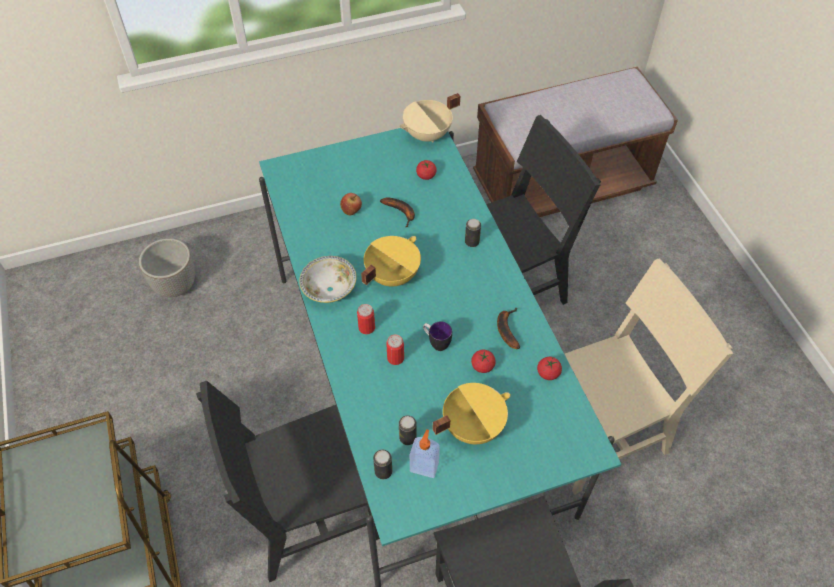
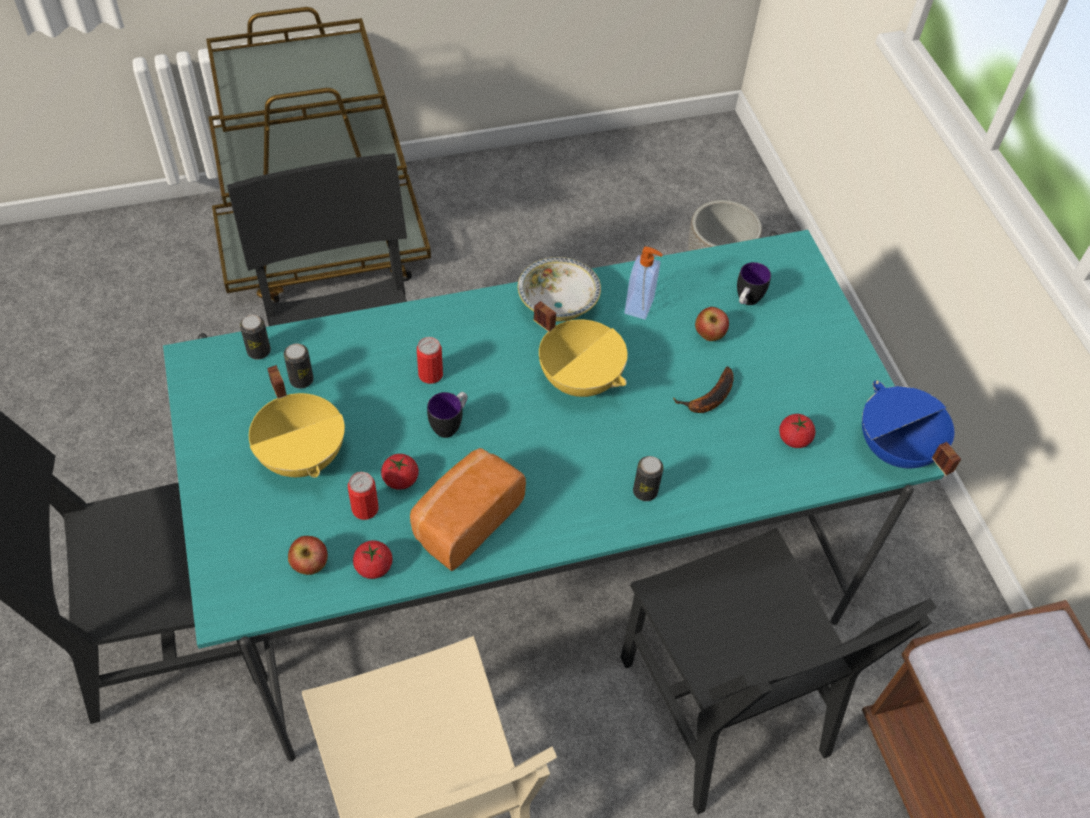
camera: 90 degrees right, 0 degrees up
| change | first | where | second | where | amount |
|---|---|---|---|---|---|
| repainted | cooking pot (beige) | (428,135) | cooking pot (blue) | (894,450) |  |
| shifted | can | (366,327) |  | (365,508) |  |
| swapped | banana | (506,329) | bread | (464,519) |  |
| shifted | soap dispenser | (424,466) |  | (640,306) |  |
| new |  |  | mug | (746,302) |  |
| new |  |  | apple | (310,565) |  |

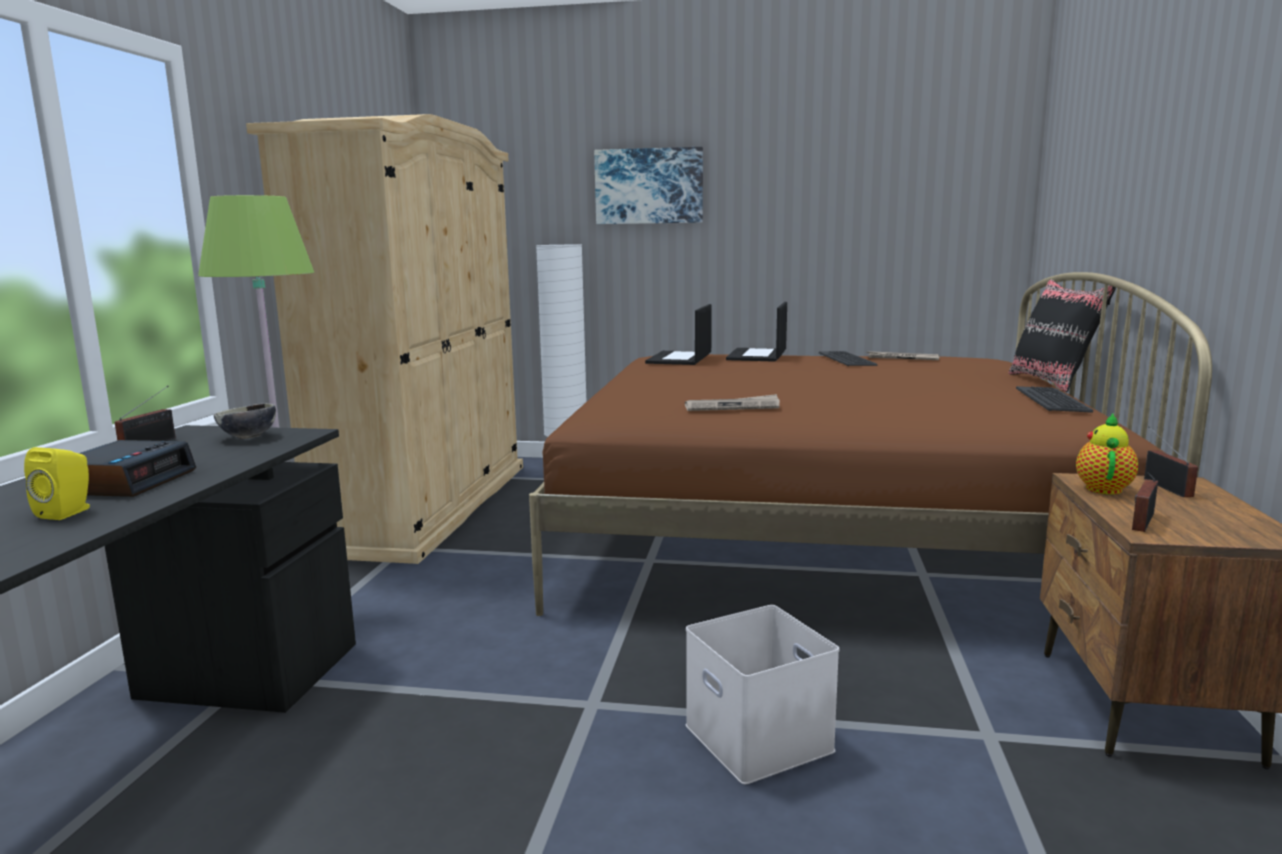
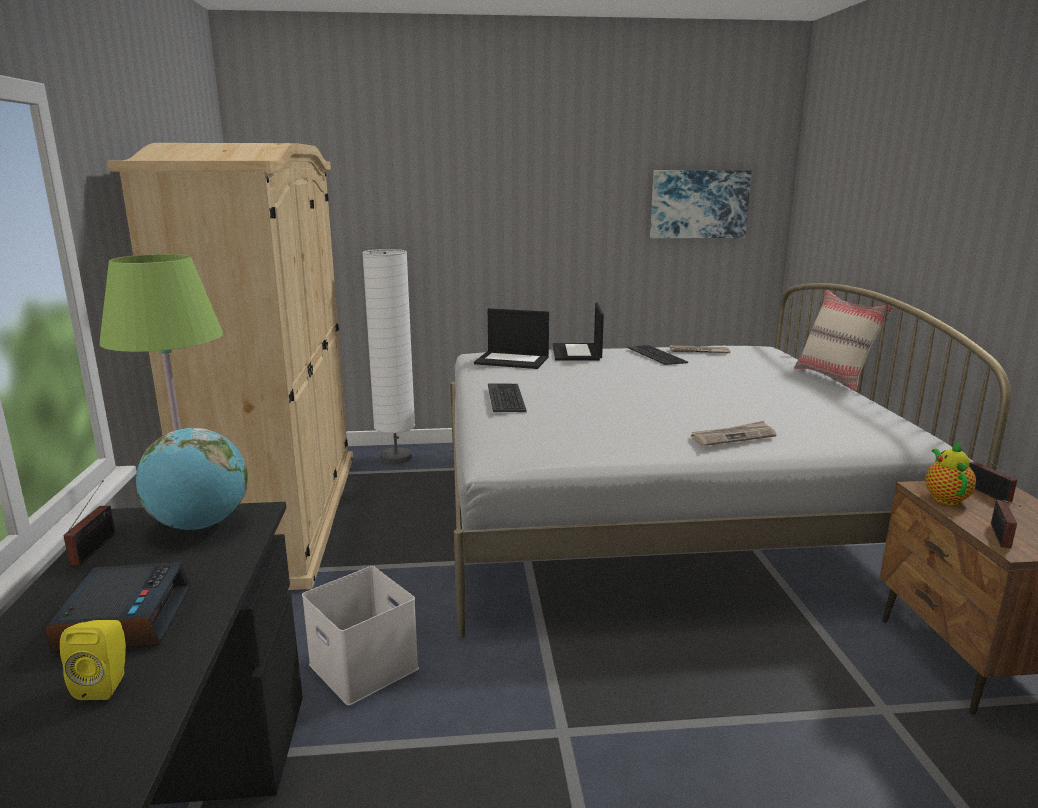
camera: 15 degrees left, 5 degrees up
| change | first | where | second | where | amount |
|---|---|---|---|---|---|
| shifted | picture | (649,186) |  | (698,204) |  |
| repainted | bed (brown) | (822,533) | bed (white) | (655,512) |  |
| repainted | pillow (black) | (1052,382) | pillow (beige) | (834,377) |  |
| rotated | laptop | (680,359) |  | (513,360) | 75 degrees counterclockwise |
| shifted | keyboard | (1053,400) |  | (507,398) |  |
| shifted | newspaper | (732,407) |  | (733,436) |  |
| swapped | bowl | (248,437) | globe | (200,525) |  |
| shifted | storage box (white) | (761,738) |  | (366,666) |  |

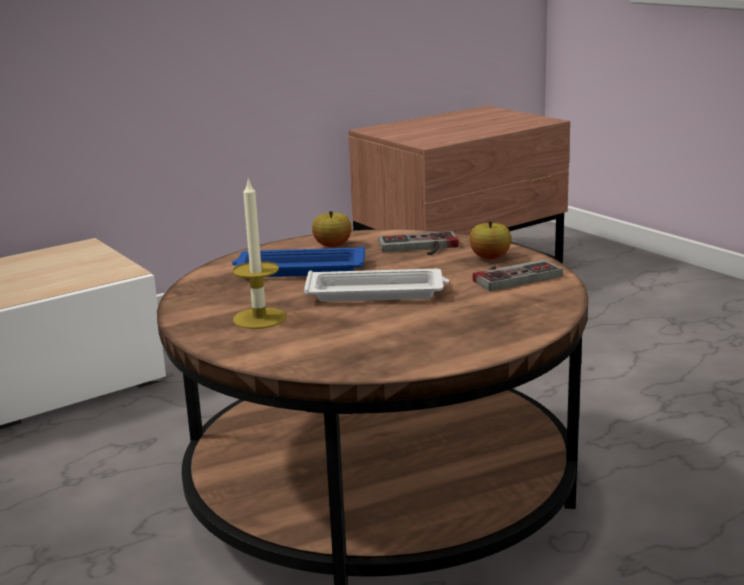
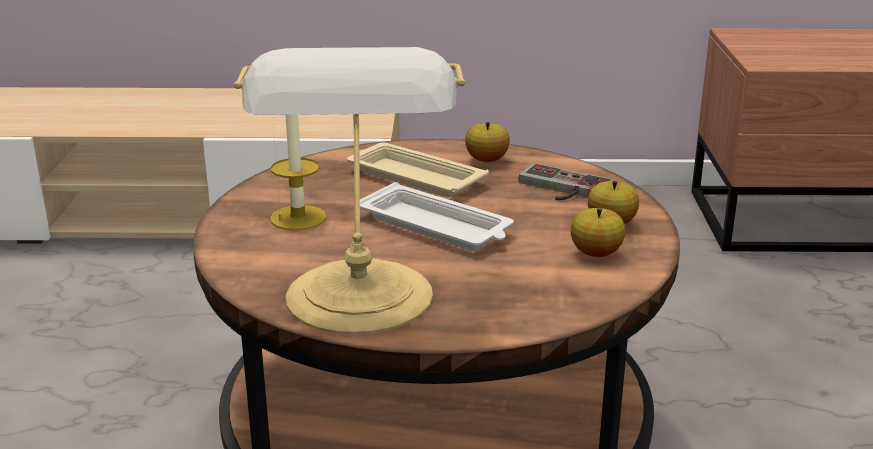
camera: 35 degrees right, 5 degrees up
| change | first | where | second | where | amount |
|---|---|---|---|---|---|
| repainted | tray (blue) | (298,270) | tray (beige) | (413,177) |  |
| swapped | game controller | (512,275) | apple | (596,253) |  |
| new |  |  | table lamp | (360,300) |  |

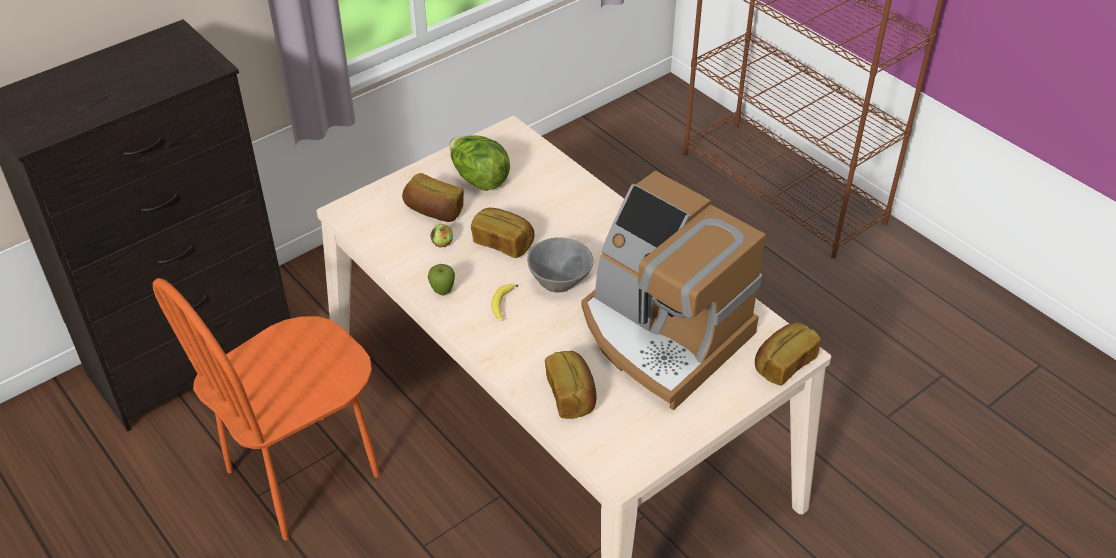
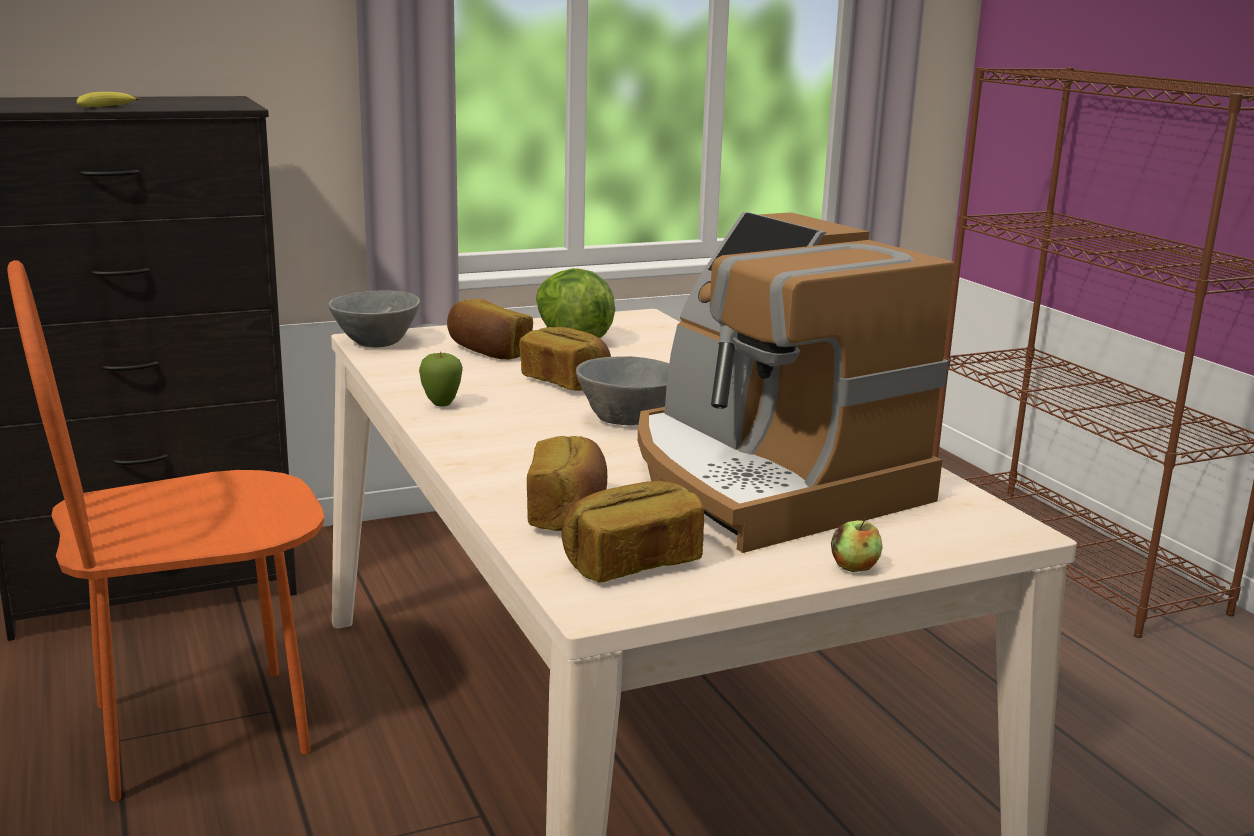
camera: 15 degrees right, 25 degrees down
| change | first | where | second | where | amount |
|---|---|---|---|---|---|
| shifted | apple | (442,243) |  | (854,567) |  |
| shifted | banana | (502,305) |  | (103,107) |  |
| shifted | bread | (783,364) |  | (631,562) |  |
| new |  |  | bowl (grey) | (374,342) |  |

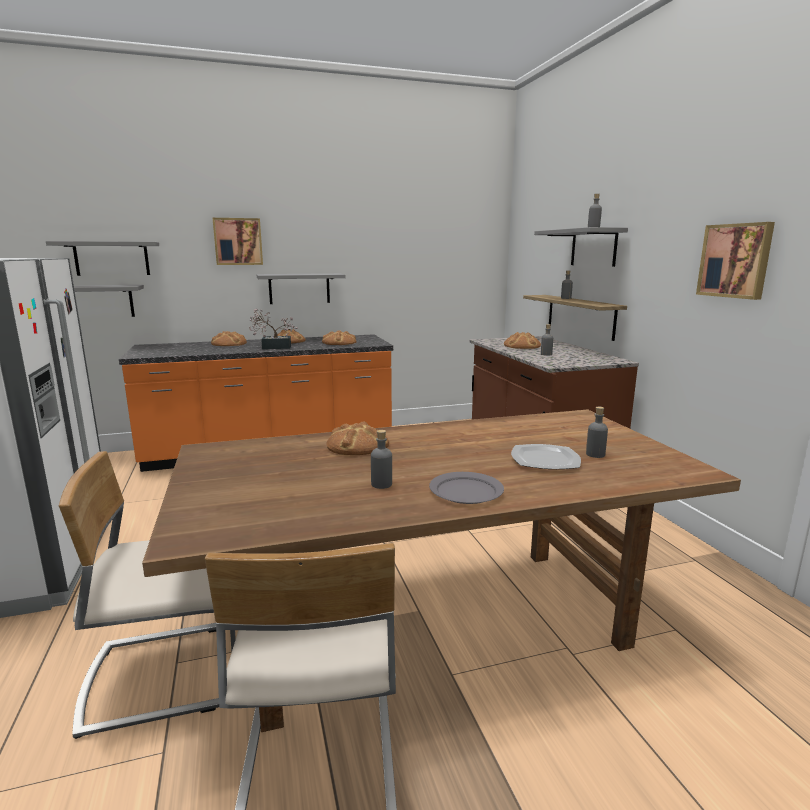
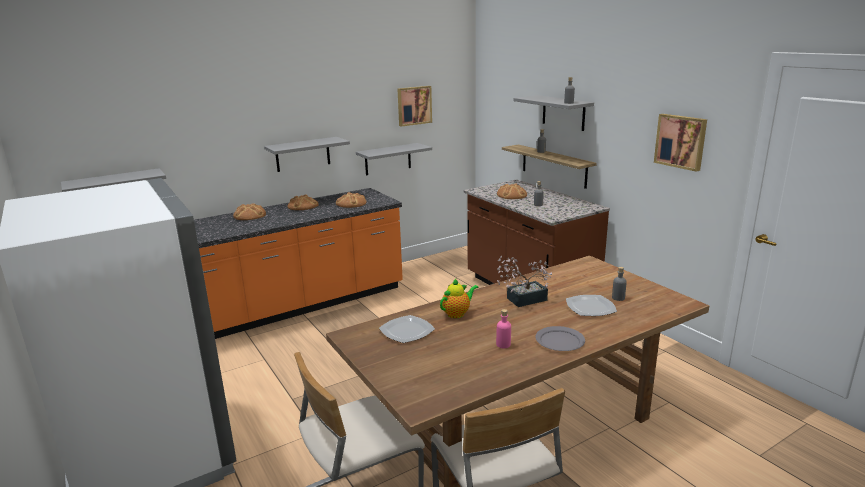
camera: 15 degrees left, 5 degrees up
| change | first | where | second | where | amount |
|---|---|---|---|---|---|
| shifted | picture | (238,241) |  | (414,105) |  |
| shifted | shelf (grey) | (112,258) |  | (388,159) |  |
| shifted | potted plant | (273,347) |  | (522,300) |  |
| swapped | bread | (357,445) | teapot | (457,313) |  |
| repainted | bottle (grey) | (381,484) | bottle (pink) | (503,344) |  |
| new |  |  | plate | (407,330) |  |

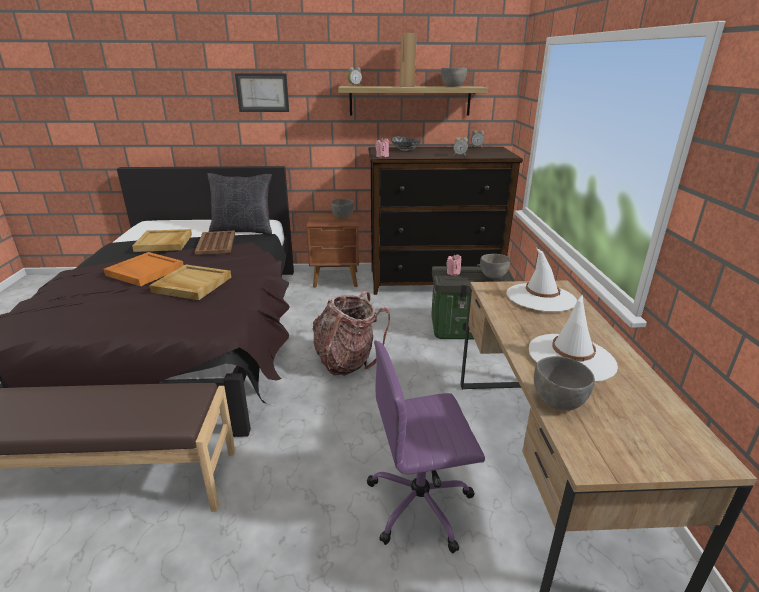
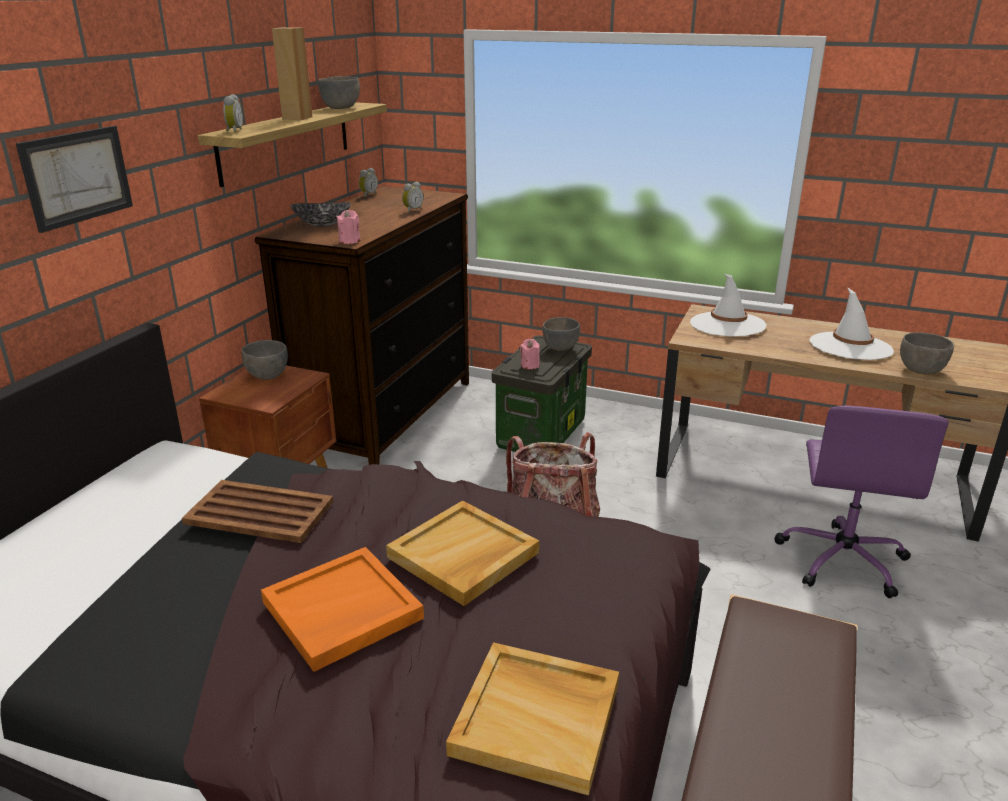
camera: 65 degrees left, 0 degrees up
| change | first | where | second | where | amount |
|---|---|---|---|---|---|
| gone | pillow (black) | (243,230) |  |  |  |
| shifted | tray (beige) | (164,243) |  | (538,718) |  |

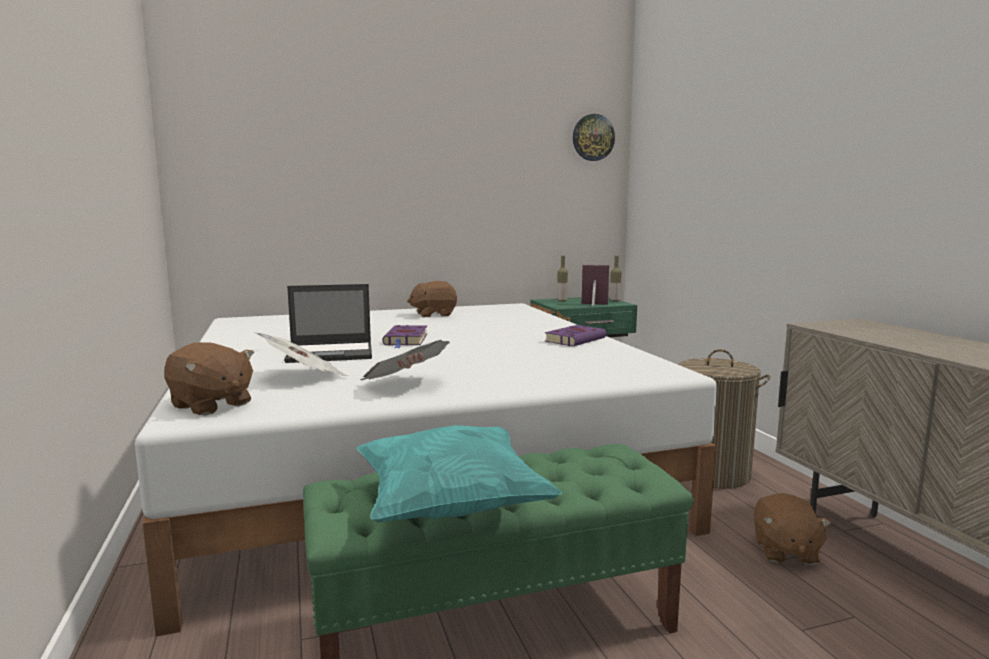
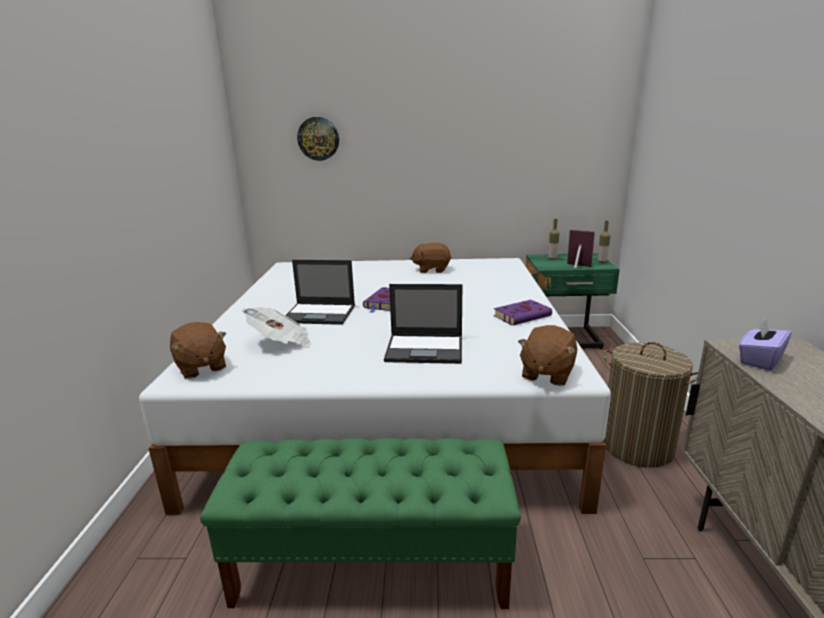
camera: 20 degrees right, 10 degrees up
| change | first | where | second | where | amount |
|---|---|---|---|---|---|
| shifted | wall clock | (593,137) |  | (318,139) |  |
| gone | newspaper | (405,384) |  |  |  |
| gone | pillow (turquoise) | (450,506) |  |  |  |
| shifted | plush toy (brown) | (785,551) |  | (546,374) |  |
| new |  |  | laptop | (425,349) |  |
| new |  |  | tissue box (purple) | (759,360) |  |

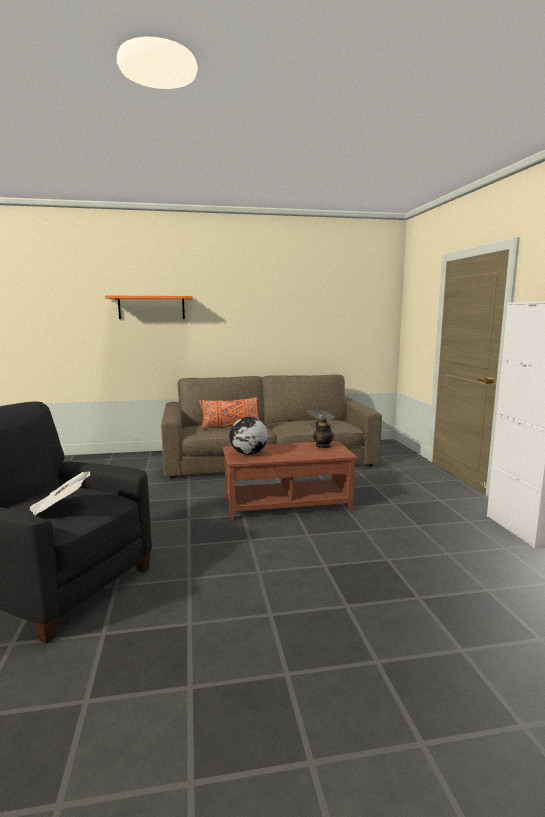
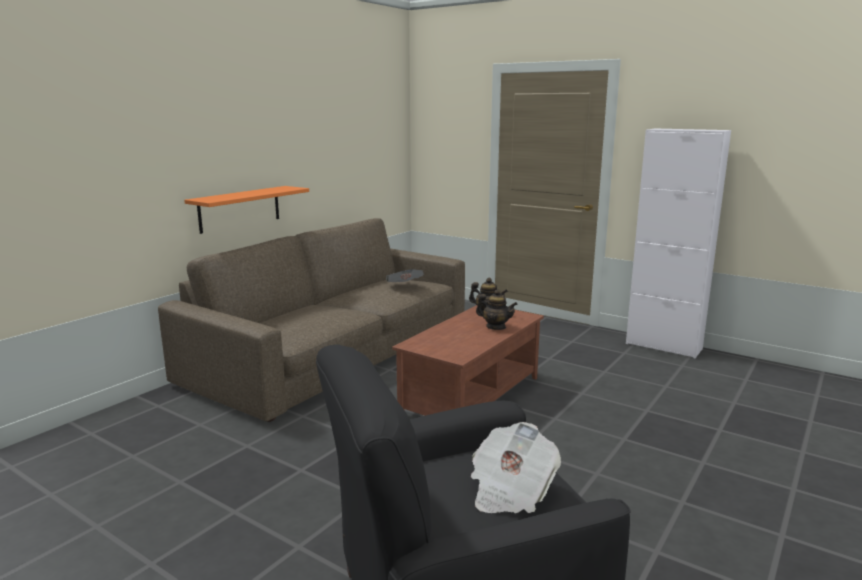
camera: 45 degrees left, 5 degrees up
| change | first | where | second | where | amount |
|---|---|---|---|---|---|
| shifted | shelf (orange) | (151,307) |  | (240,209) |  |
| gone | pillow (orange) | (230,426) |  |  |  |
| gone | globe | (248,454) |  |  |  |
| new |  |  | teapot | (496,327) |  |

